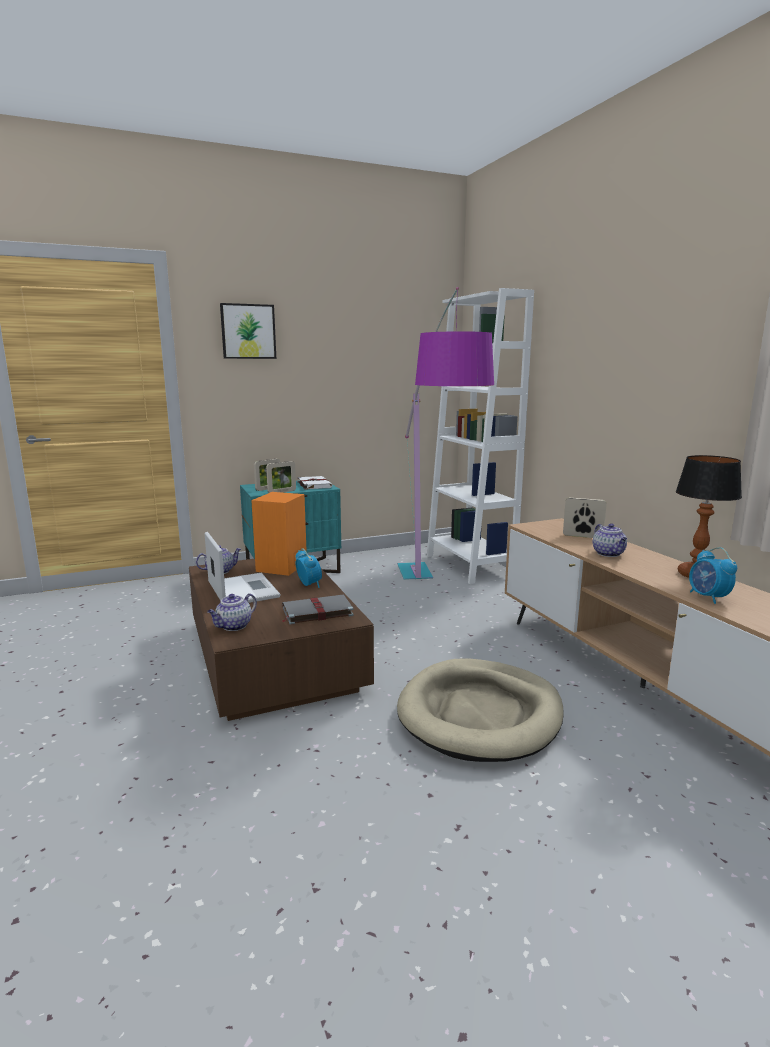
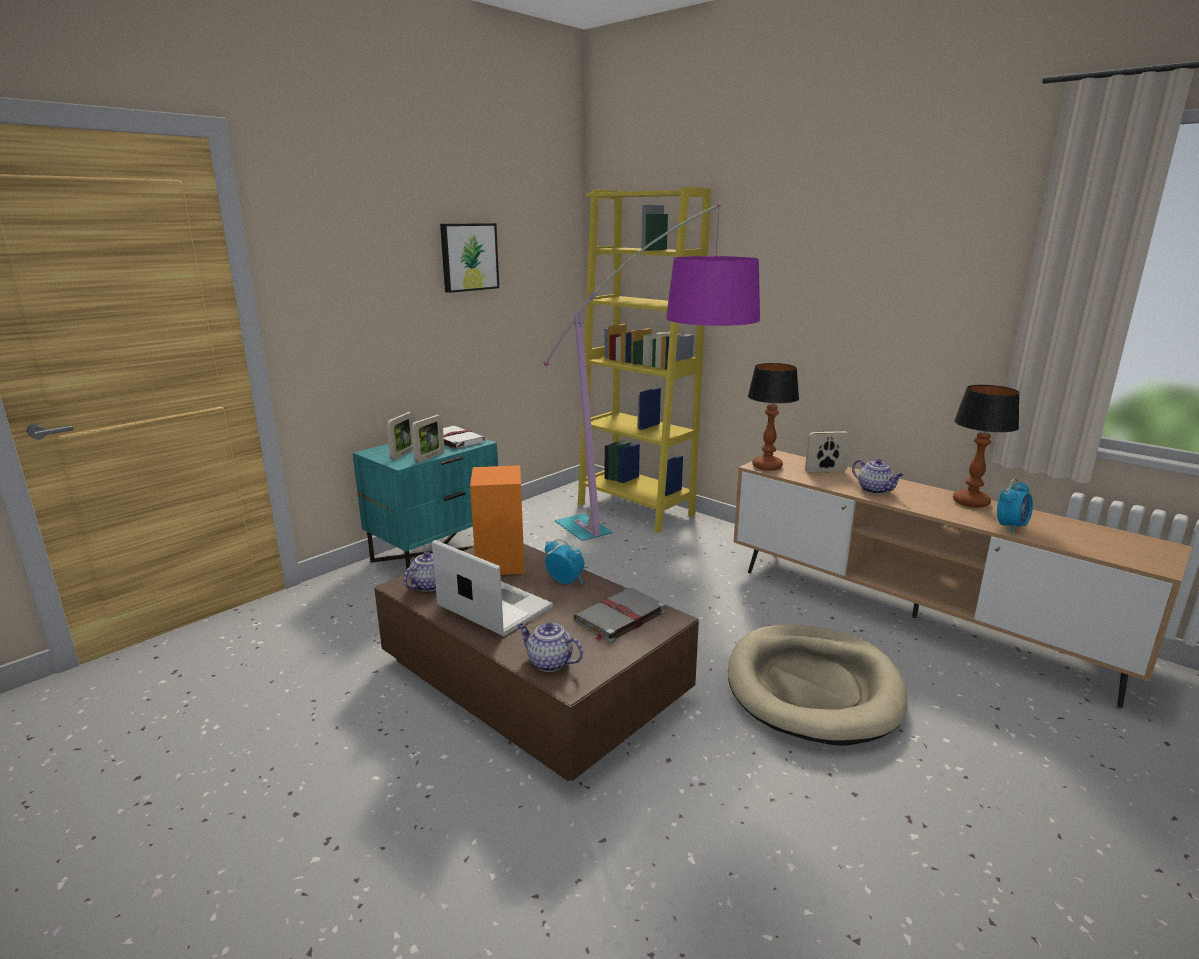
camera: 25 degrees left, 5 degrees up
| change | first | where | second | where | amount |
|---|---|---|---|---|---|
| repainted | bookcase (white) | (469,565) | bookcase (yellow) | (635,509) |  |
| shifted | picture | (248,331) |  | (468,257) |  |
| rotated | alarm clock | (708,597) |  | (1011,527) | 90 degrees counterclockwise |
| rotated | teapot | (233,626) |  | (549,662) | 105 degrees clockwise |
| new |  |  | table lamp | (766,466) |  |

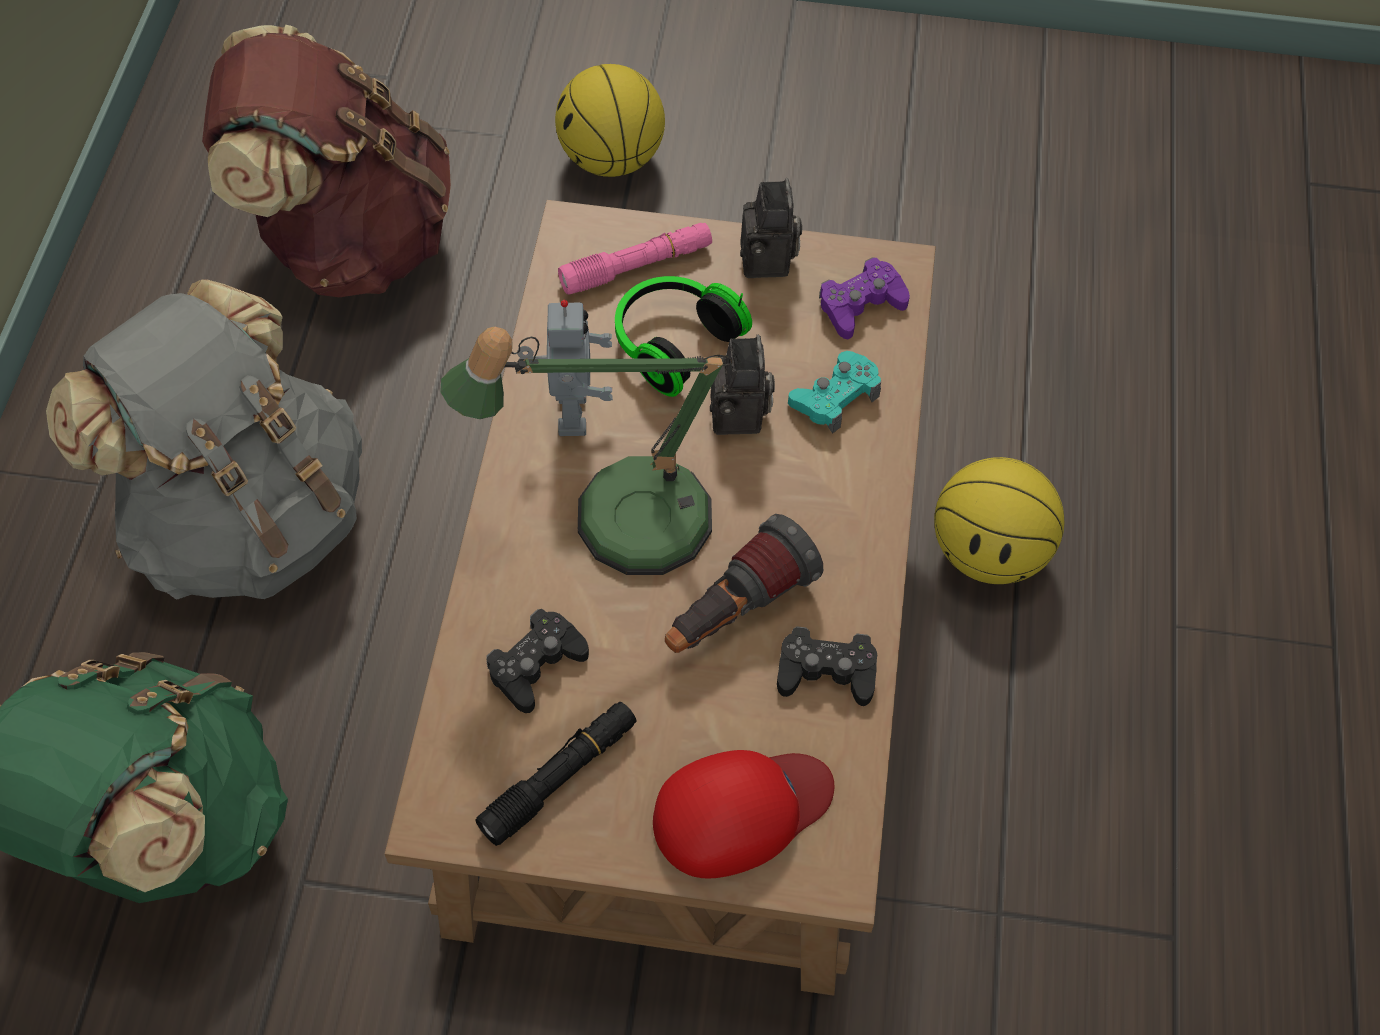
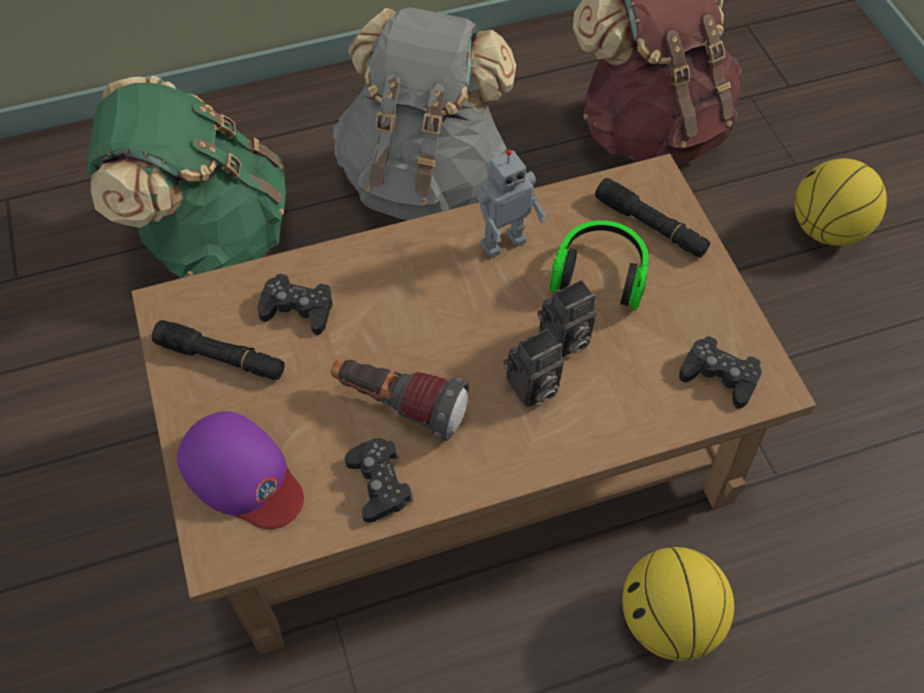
camera: 65 degrees right, 0 degrees up
| change | first | where | second | where | amount |
|---|---|---|---|---|---|
| shifted | photo camera | (769,262) |  | (531,388) |  |
| repainted | flashlight (pink) | (636,267) | flashlight (black) | (650,226) |  |
| repainted | game controller (purple) | (860,305) | game controller (black) | (719,376) |  |
| gone | table lamp | (618,518) |  |  |  |
| gone | game controller (turquoise) | (835,397) |  |  |  |
| repainted | cap (red) | (740,811) | cap (purple) | (242,474) |  |

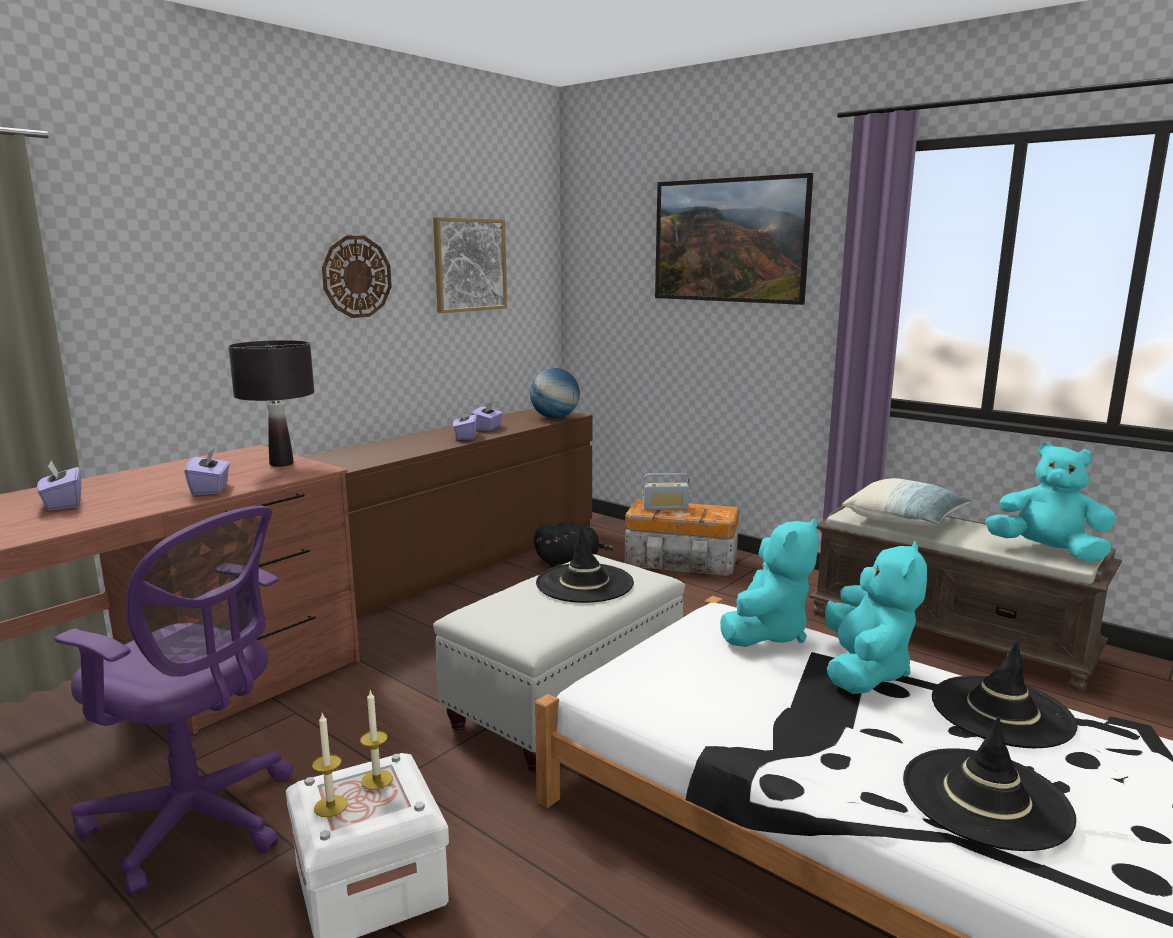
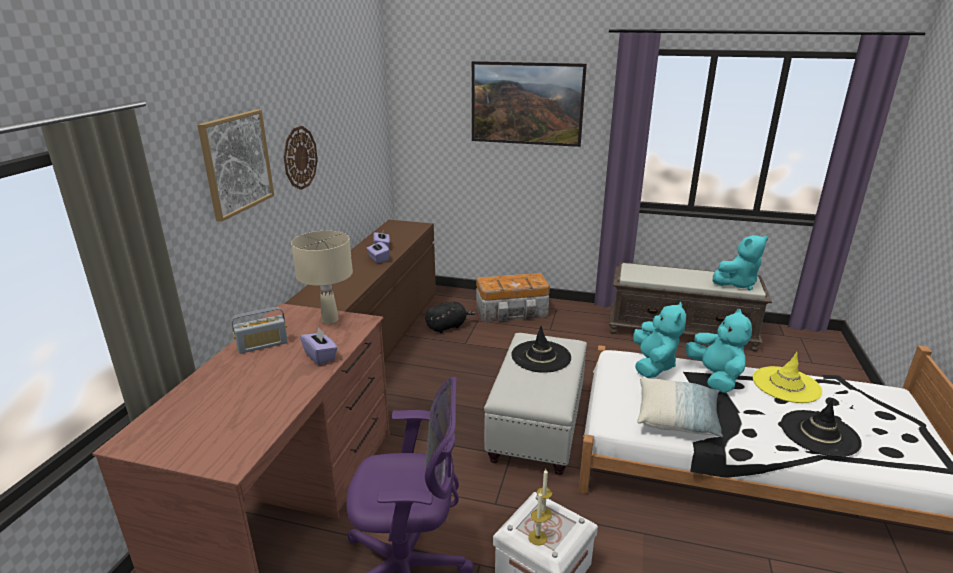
camera: 25 degrees left, 10 degrees up
| change | first | where | second | where | amount |
|---|---|---|---|---|---|
| shifted | picture | (469,265) |  | (236,163) |  |
| repainted | table lamp (black) | (281,464) | table lamp (beige) | (329,320) |  |
| gone | globe | (555,417) |  |  |  |
| rotated | plush toy (turquoise) | (1047,551) |  | (737,284) | 150 degrees clockwise |
| gone | tissue box (purple) | (63,503) |  |  |  |
| shifted | radio | (665,508) |  | (262,345) |  |
| shifted | pillow | (904,520) |  | (677,418) |  |
| repainted | hat (black) | (1001,711) | hat (yellow) | (786,385) |  |

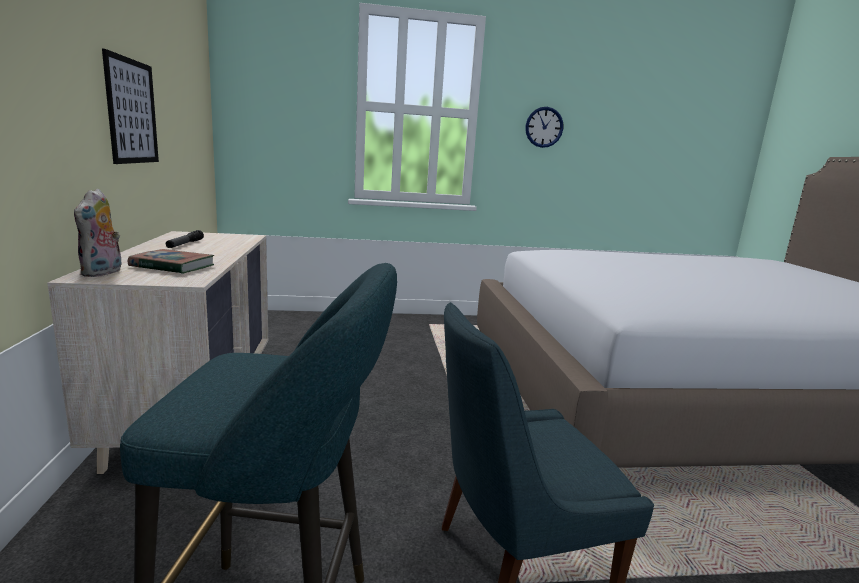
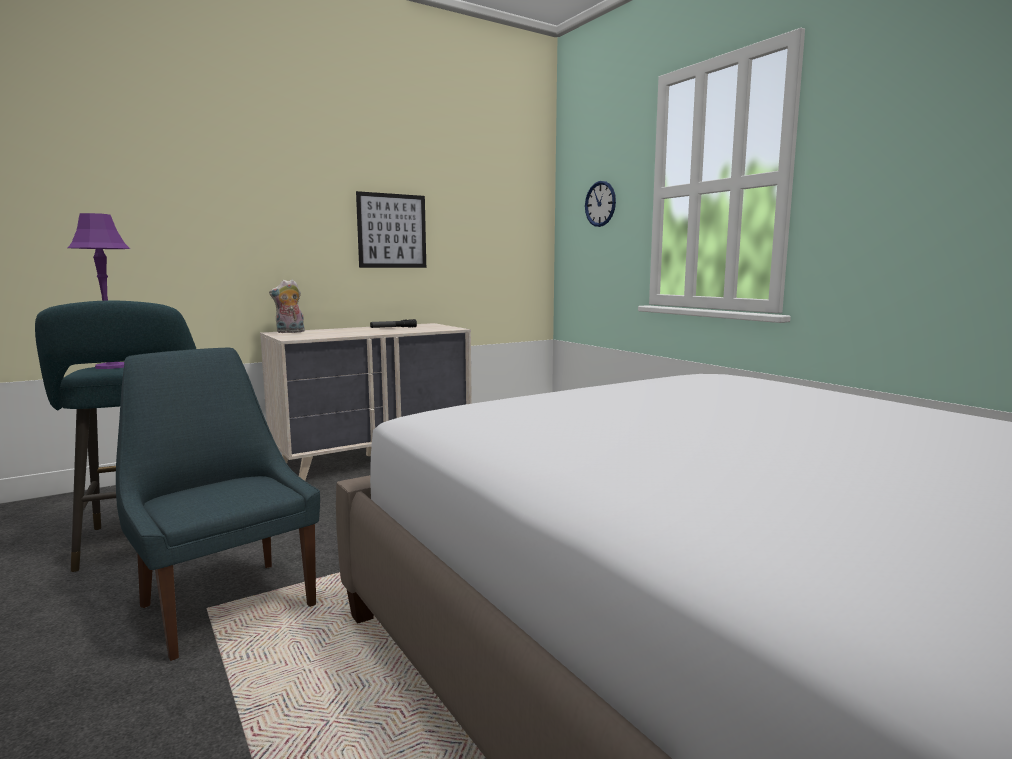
camera: 65 degrees right, 5 degrees down
| change | first | where | second | where | amount |
|---|---|---|---|---|---|
| shifted | wall clock | (544,127) |  | (600,204) |  |
| gone | book | (172,266) |  |  |  |
| new |  |  | table lamp (purple) | (112,366) |  |

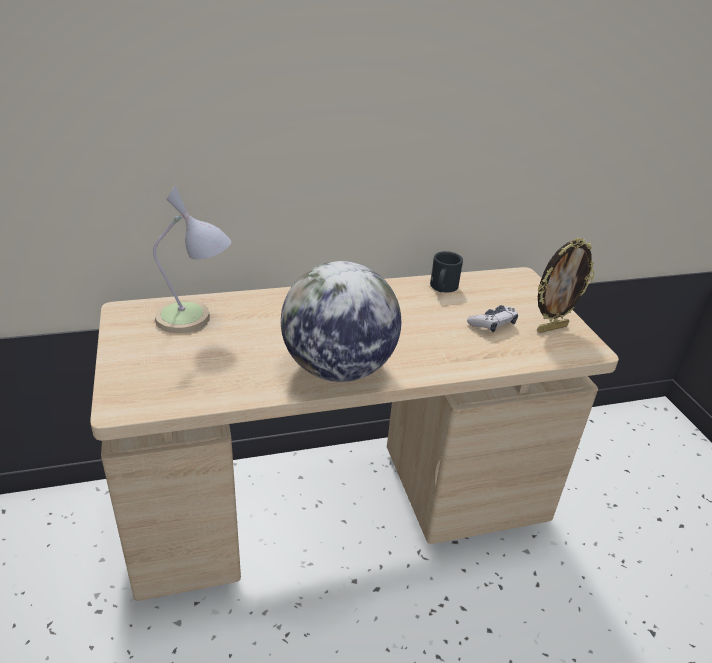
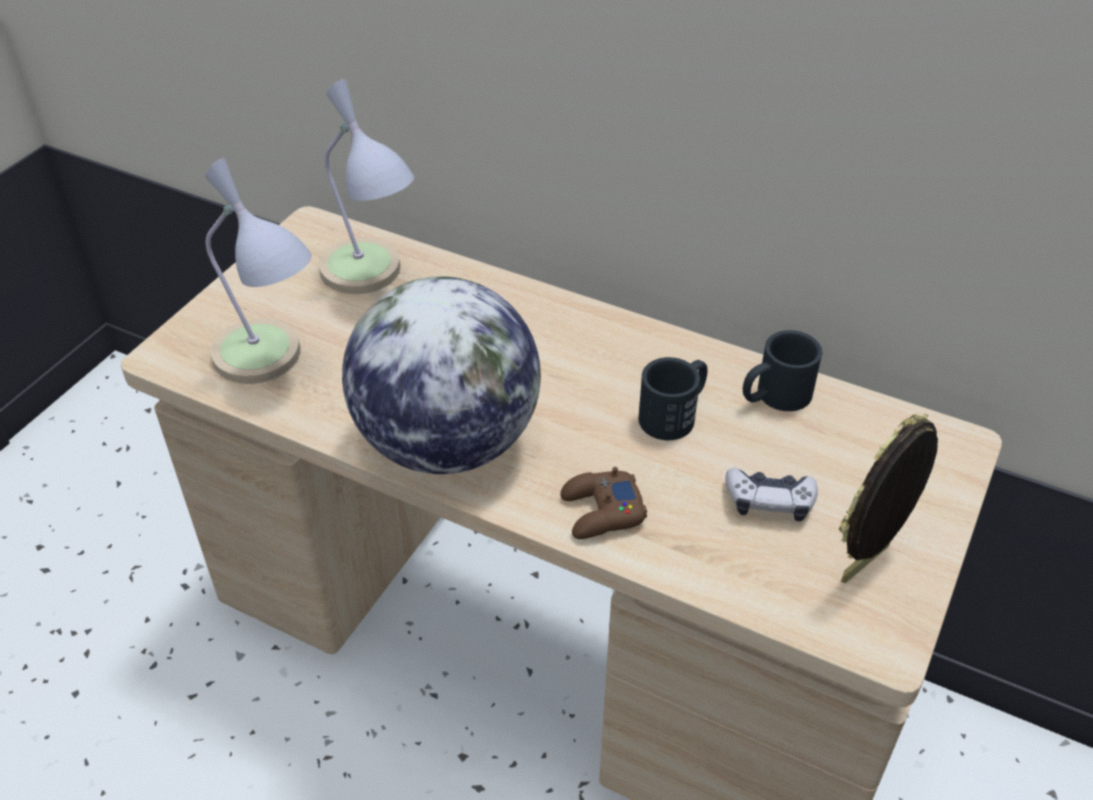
camera: 45 degrees right, 10 degrees up
| change | first | where | second | where | amount |
|---|---|---|---|---|---|
| rotated | picture frame | (551,328) |  | (867,565) | 120 degrees clockwise |
| new |  |  | table lamp | (272,361) |  |
| new |  |  | mug (black) | (675,414) |  |
| new |  |  | game controller (brown) | (601,512) |  |

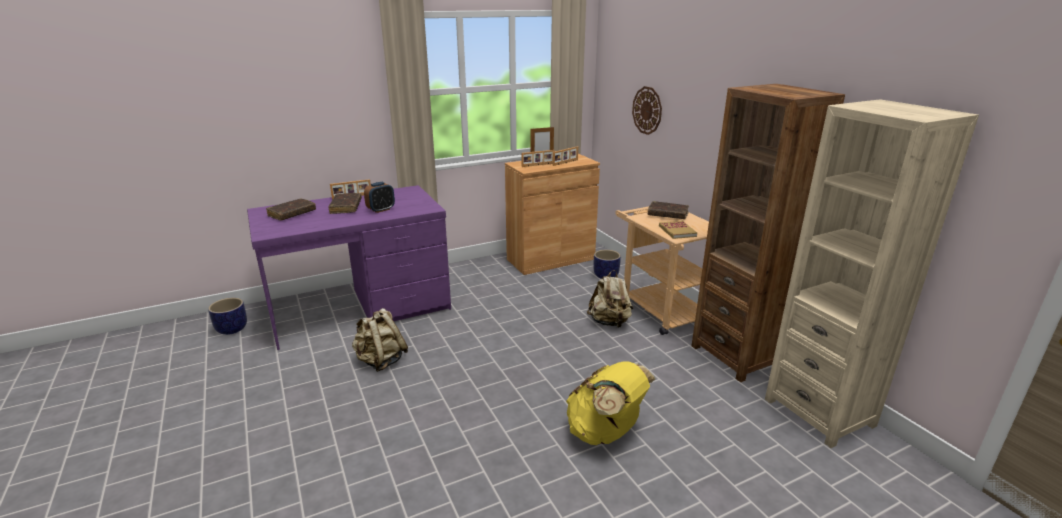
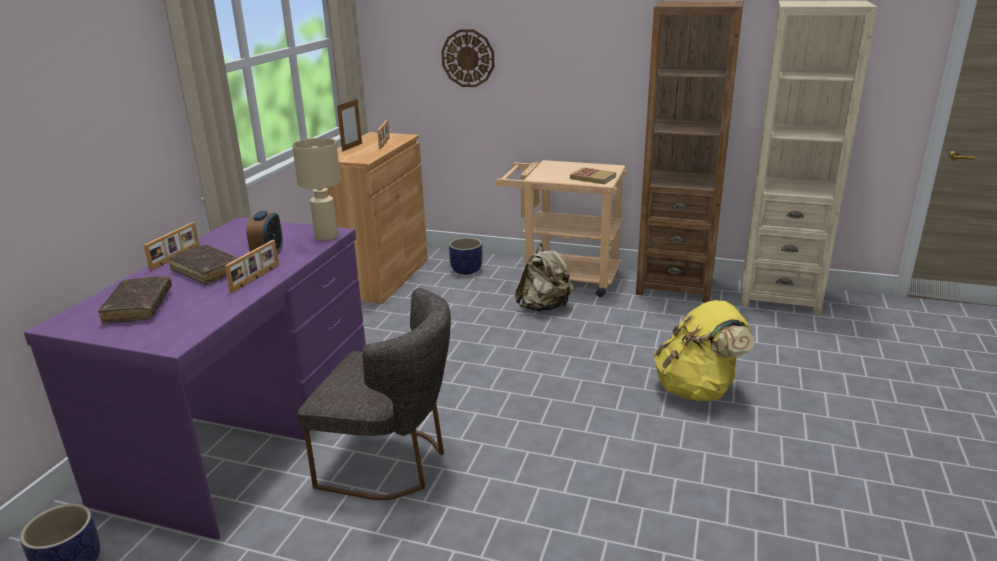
camera: 45 degrees left, 0 degrees up
| change | first | where | second | where | amount |
|---|---|---|---|---|---|
| shifted | picture frame | (538,165) |  | (256,278) |  |
| gone | book (brown) | (667,215) |  |  |  |
| swapped | backpack (beige) | (381,361) | chair (grey) | (391,463) |  |
| new |  |  | table lamp (beige) | (327,237) |  |

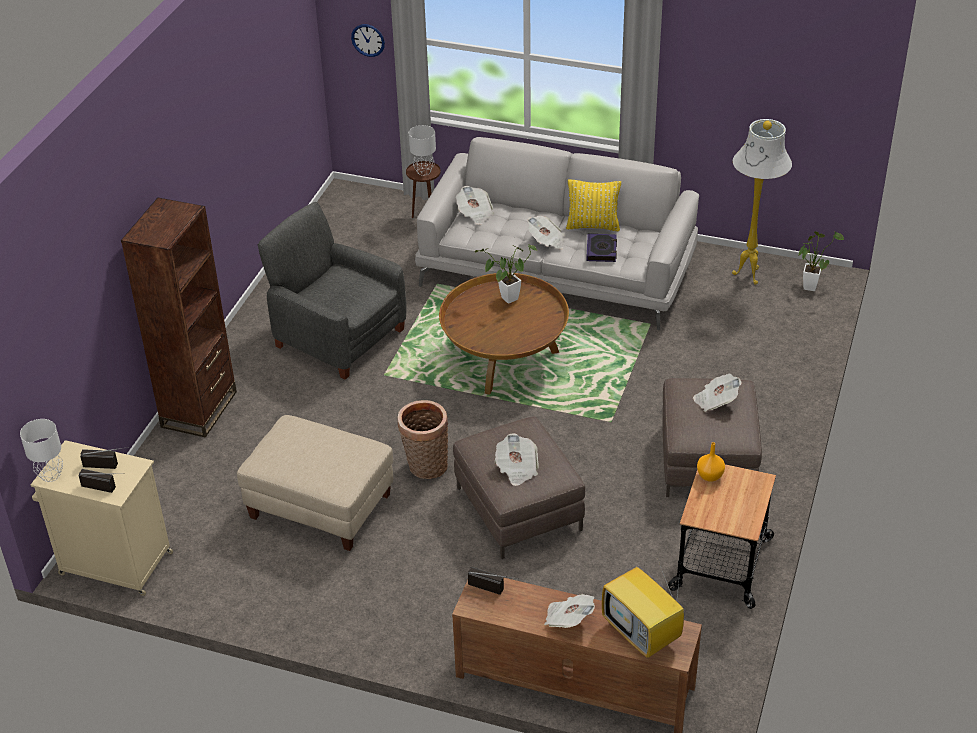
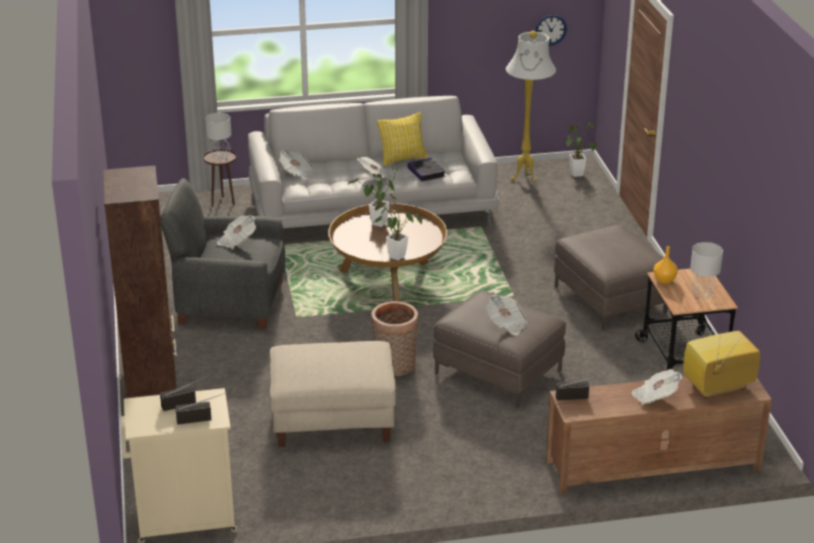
camera: 30 degrees left, 10 degrees down
| change | first | where | second | where | amount |
|---|---|---|---|---|---|
| shifted | wall clock | (368,40) |  | (550,30) |  |
| shifted | newspaper | (715,401) |  | (237,241) |  |
| shifted | table lamp (grey) | (50,475) |  | (701,295) |  |
| rotated | television | (643,634) |  | (717,388) | 135 degrees clockwise |
| new |  |  | potted plant | (394,255) |  |

